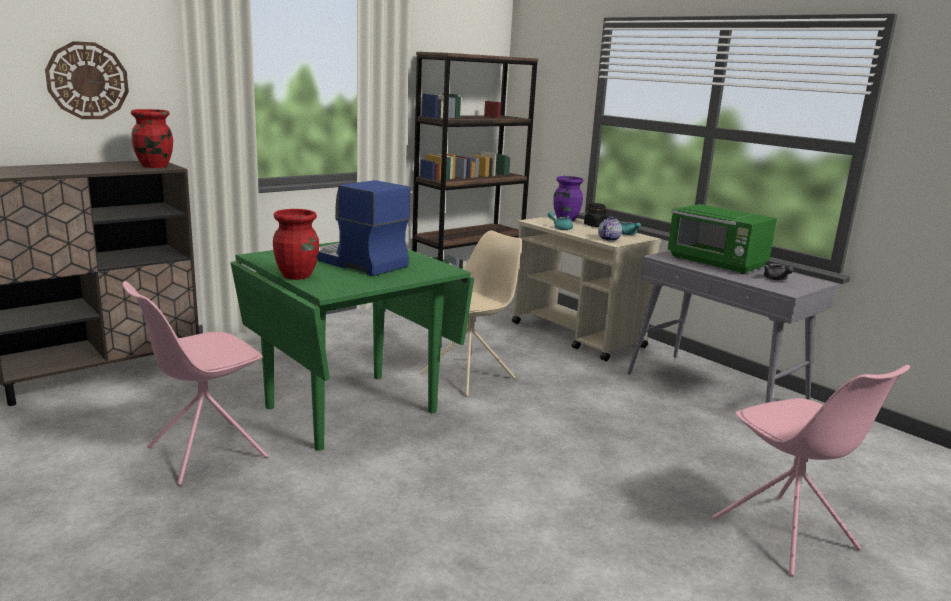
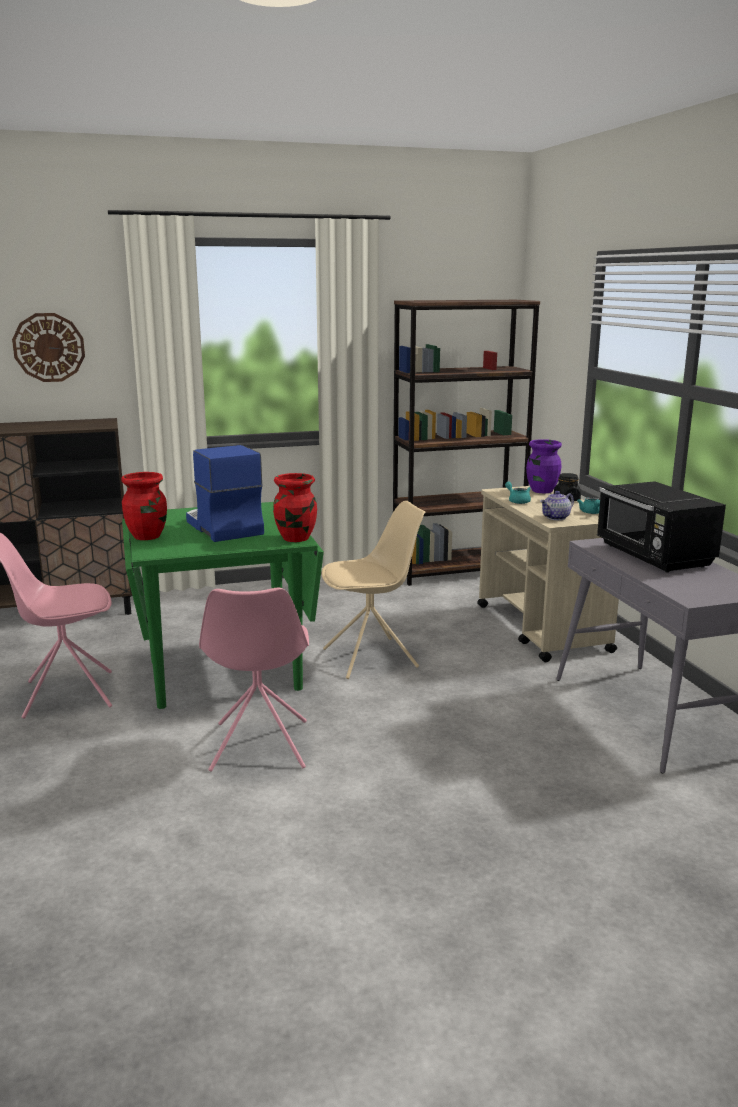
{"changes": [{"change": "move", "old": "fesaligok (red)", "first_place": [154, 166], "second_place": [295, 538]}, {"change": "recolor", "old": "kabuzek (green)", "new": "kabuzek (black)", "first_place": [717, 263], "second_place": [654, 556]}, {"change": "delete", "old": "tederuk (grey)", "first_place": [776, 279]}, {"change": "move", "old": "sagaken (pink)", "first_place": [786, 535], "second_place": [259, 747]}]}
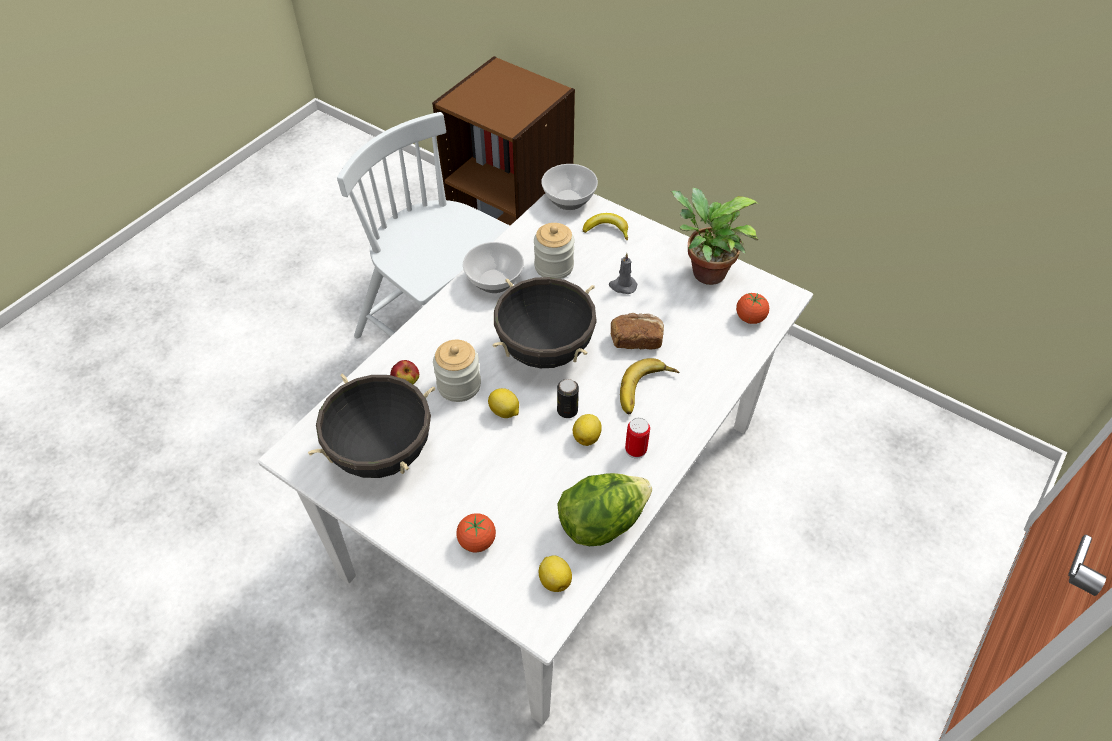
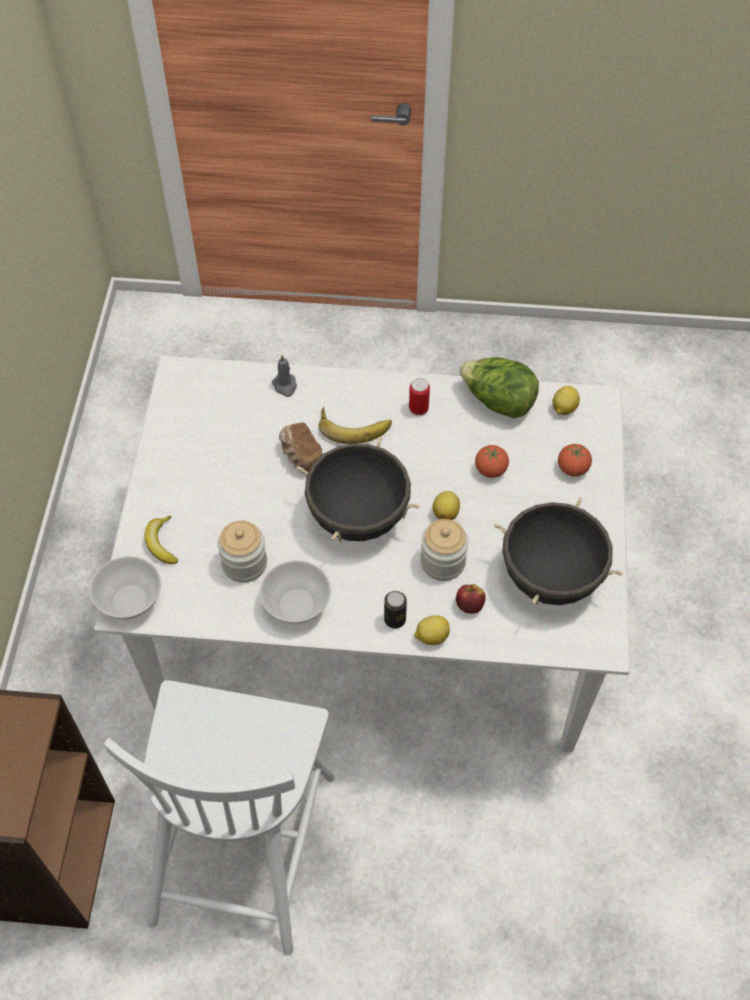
{"changes": [{"change": "delete", "old": "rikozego", "first_place": [704, 273]}, {"change": "move", "old": "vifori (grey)", "first_place": [622, 286], "second_place": [285, 386]}, {"change": "move", "old": "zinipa", "first_place": [750, 318], "second_place": [490, 470]}, {"change": "move", "old": "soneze", "first_place": [567, 410], "second_place": [395, 619]}, {"change": "move", "old": "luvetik", "first_place": [587, 437], "second_place": [431, 636]}]}
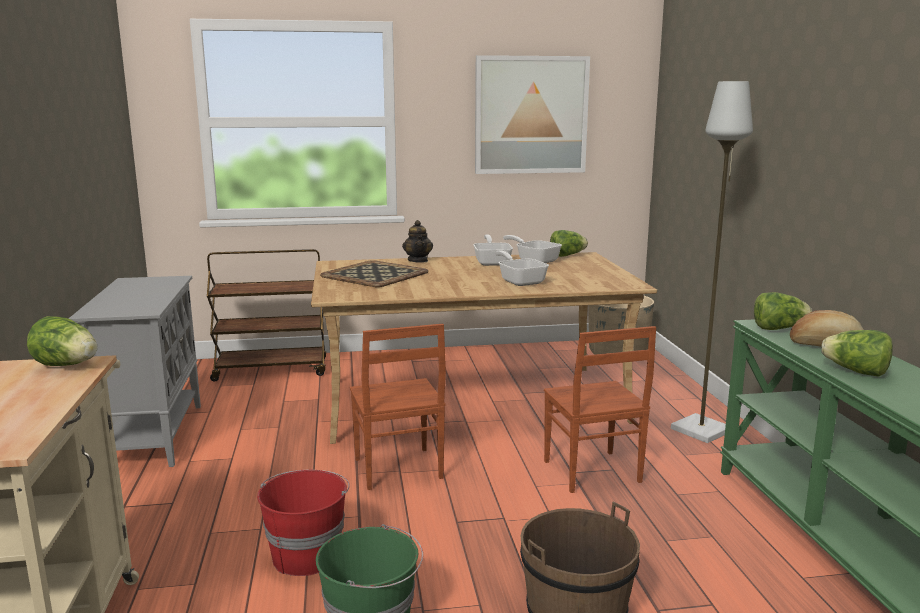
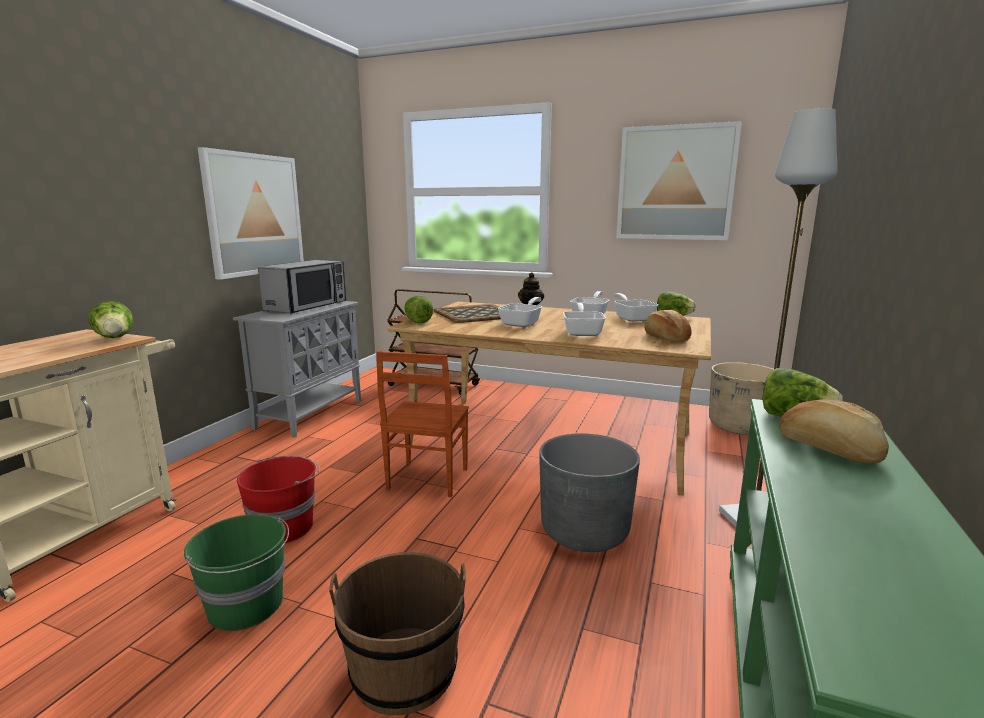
{"changes": [{"change": "replace", "old": "sagaken (brown)", "new": "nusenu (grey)", "first_place": [591, 472], "second_place": [584, 531]}, {"change": "move", "old": "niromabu", "first_place": [856, 372], "second_place": [417, 321]}, {"change": "insert", "new": "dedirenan", "second_place": [255, 214]}, {"change": "insert", "new": "kabuzek", "second_place": [307, 306]}, {"change": "insert", "new": "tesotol", "second_place": [523, 323]}, {"change": "insert", "new": "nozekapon", "second_place": [666, 338]}]}
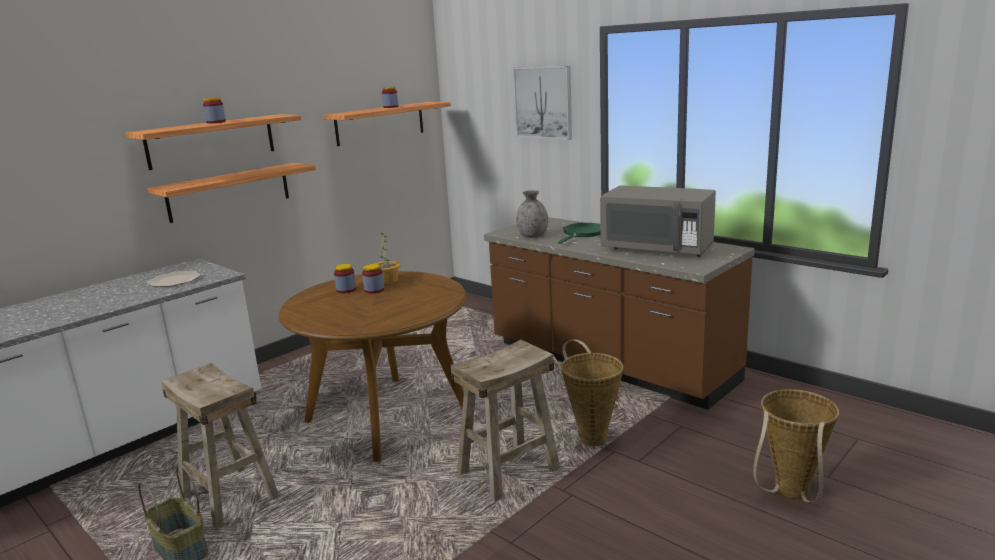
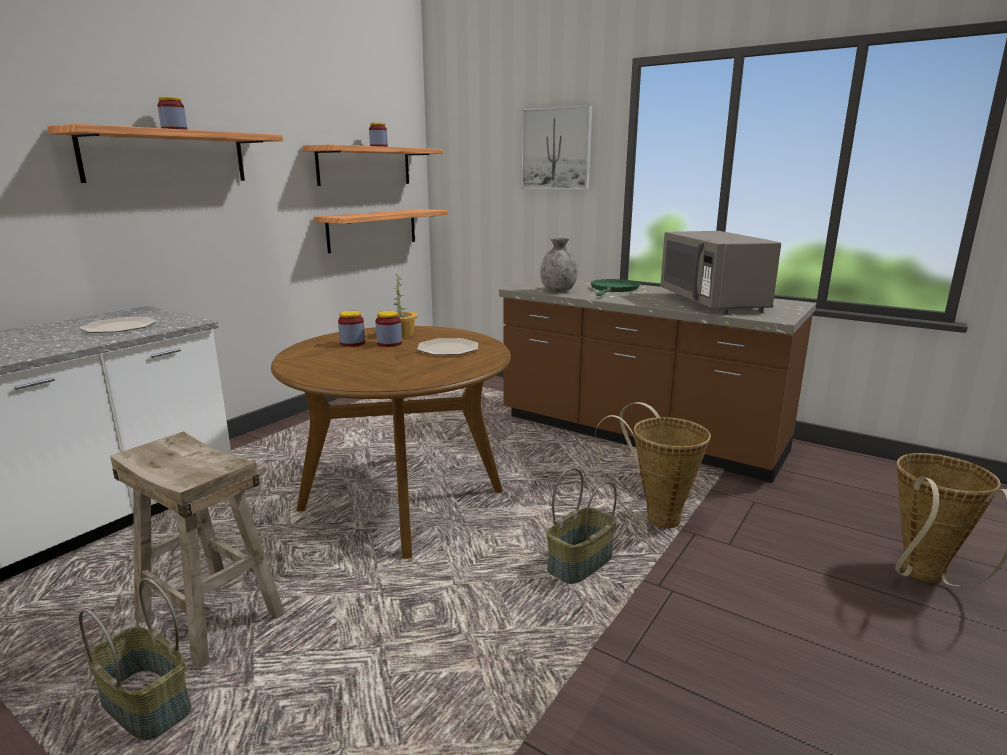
{"changes": [{"change": "move", "old": "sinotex", "first_place": [229, 192], "second_place": [373, 229]}, {"change": "rotate", "old": "kabuzek (grey)", "first_place": [657, 249], "second_place": [712, 302], "degrees": 60}, {"change": "replace", "old": "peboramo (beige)", "new": "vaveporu", "first_place": [508, 472], "second_place": [580, 564]}, {"change": "insert", "new": "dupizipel", "second_place": [447, 348]}]}
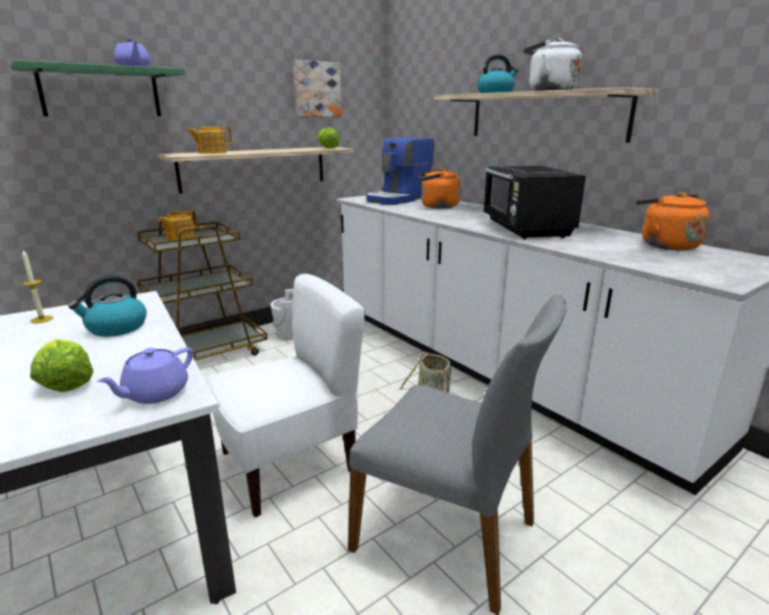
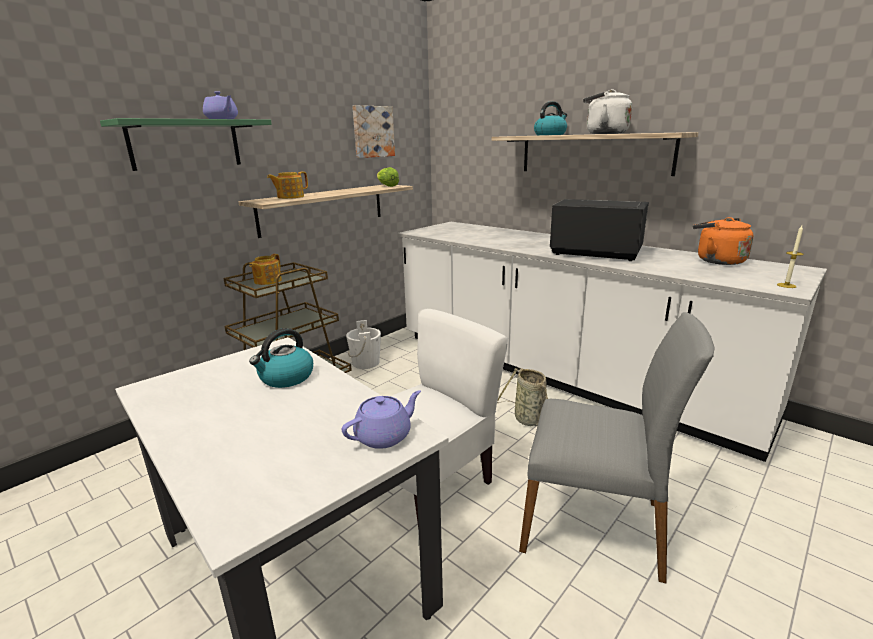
{"changes": [{"change": "delete", "old": "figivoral", "first_place": [399, 199]}, {"change": "rotate", "old": "kabuzek (black)", "first_place": [525, 229], "second_place": [594, 253], "degrees": 135}, {"change": "delete", "old": "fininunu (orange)", "first_place": [437, 206]}, {"change": "move", "old": "vifori", "first_place": [42, 319], "second_place": [786, 285]}, {"change": "delete", "old": "niromabu", "first_place": [65, 382]}, {"change": "rotate", "old": "tederuk (purple)", "first_place": [154, 393], "second_place": [384, 436], "degrees": -150}]}
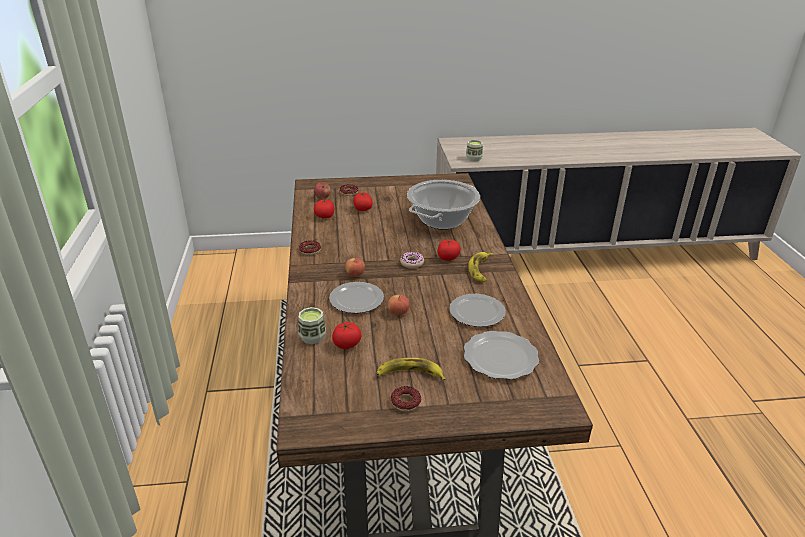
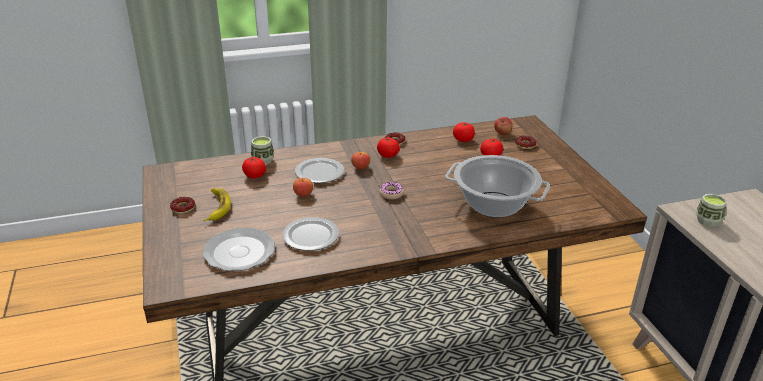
{"changes": [{"change": "move", "old": "zinipa", "first_place": [448, 258], "second_place": [387, 155]}, {"change": "delete", "old": "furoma", "first_place": [481, 270]}]}
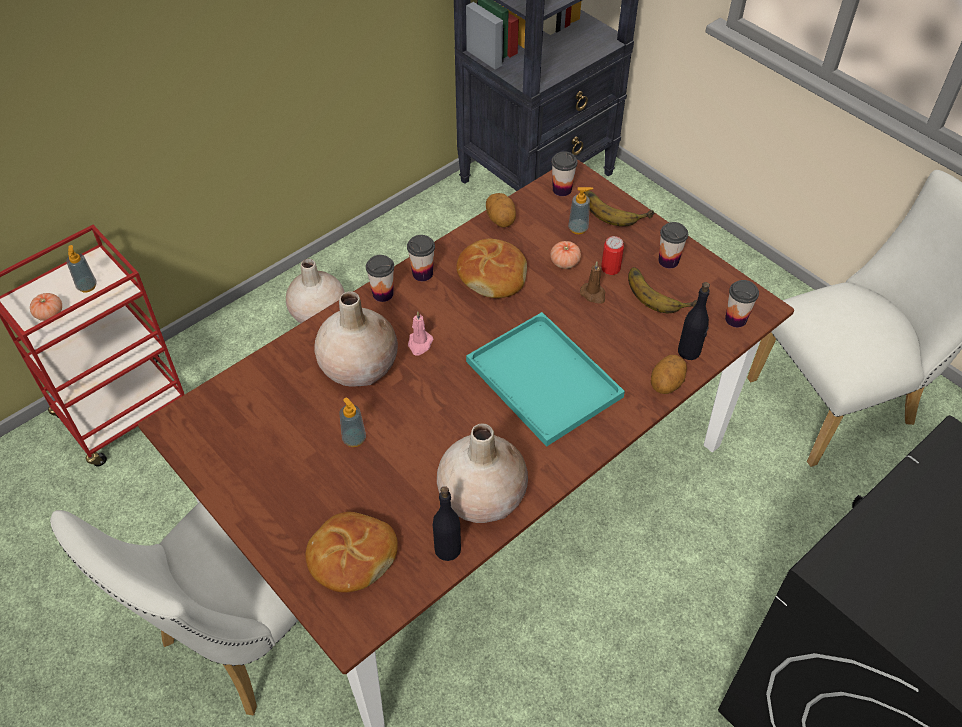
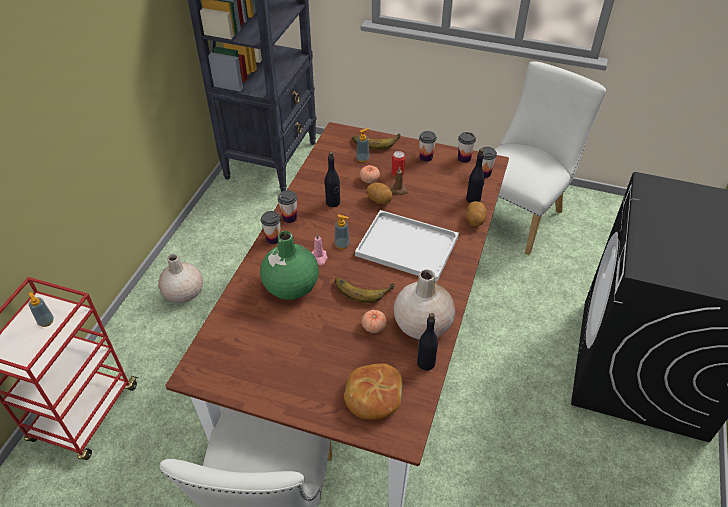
{"changes": [{"change": "move", "old": "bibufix", "first_place": [562, 189], "second_place": [464, 158]}, {"change": "move", "old": "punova", "first_place": [501, 220], "second_place": [379, 200]}, {"change": "replace", "old": "nozekapon", "new": "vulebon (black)", "first_place": [492, 275], "second_place": [333, 202]}, {"change": "move", "old": "furoma", "first_place": [660, 292], "second_place": [363, 287]}, {"change": "recolor", "old": "fesaligok (beige)", "new": "fesaligok (green)", "first_place": [359, 366], "second_place": [291, 286]}, {"change": "move", "old": "zinipa", "first_place": [49, 314], "second_place": [374, 326]}, {"change": "recolor", "old": "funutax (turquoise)", "new": "funutax (white)", "first_place": [540, 378], "second_place": [405, 246]}, {"change": "move", "old": "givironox", "first_place": [354, 439], "second_place": [342, 245]}]}
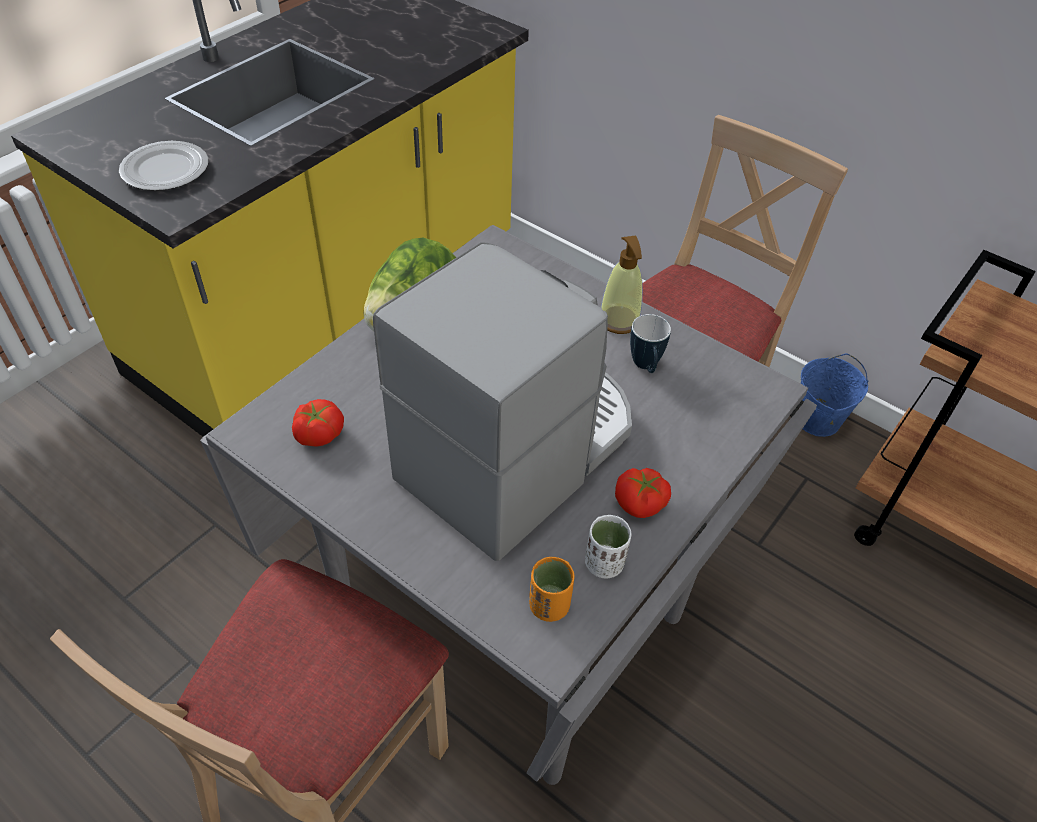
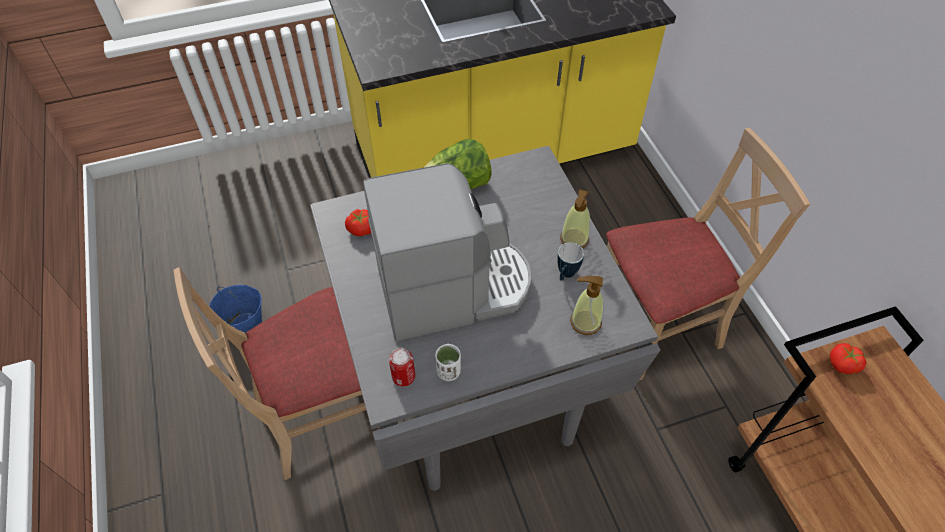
{"changes": [{"change": "delete", "old": "dupizipel", "first_place": [166, 170]}, {"change": "move", "old": "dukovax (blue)", "first_place": [817, 420], "second_place": [244, 328]}, {"change": "move", "old": "zinipa", "first_place": [640, 503], "second_place": [842, 364]}, {"change": "replace", "old": "bibufix (orange)", "new": "soneze", "first_place": [549, 606], "second_place": [403, 377]}, {"change": "insert", "new": "givironox", "second_place": [585, 322]}]}
